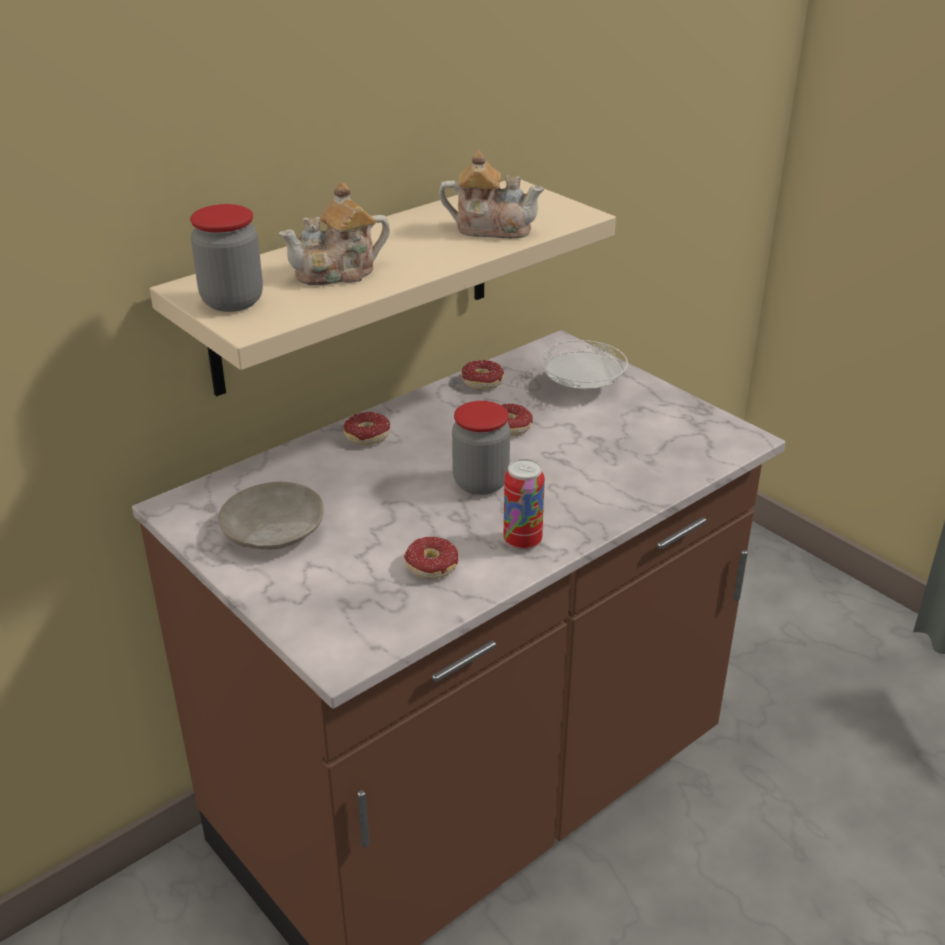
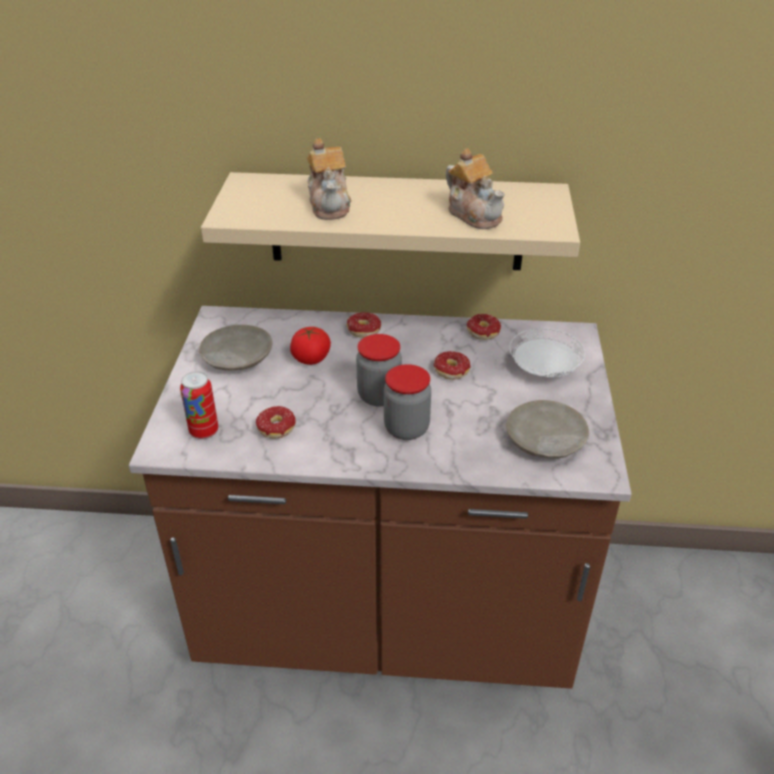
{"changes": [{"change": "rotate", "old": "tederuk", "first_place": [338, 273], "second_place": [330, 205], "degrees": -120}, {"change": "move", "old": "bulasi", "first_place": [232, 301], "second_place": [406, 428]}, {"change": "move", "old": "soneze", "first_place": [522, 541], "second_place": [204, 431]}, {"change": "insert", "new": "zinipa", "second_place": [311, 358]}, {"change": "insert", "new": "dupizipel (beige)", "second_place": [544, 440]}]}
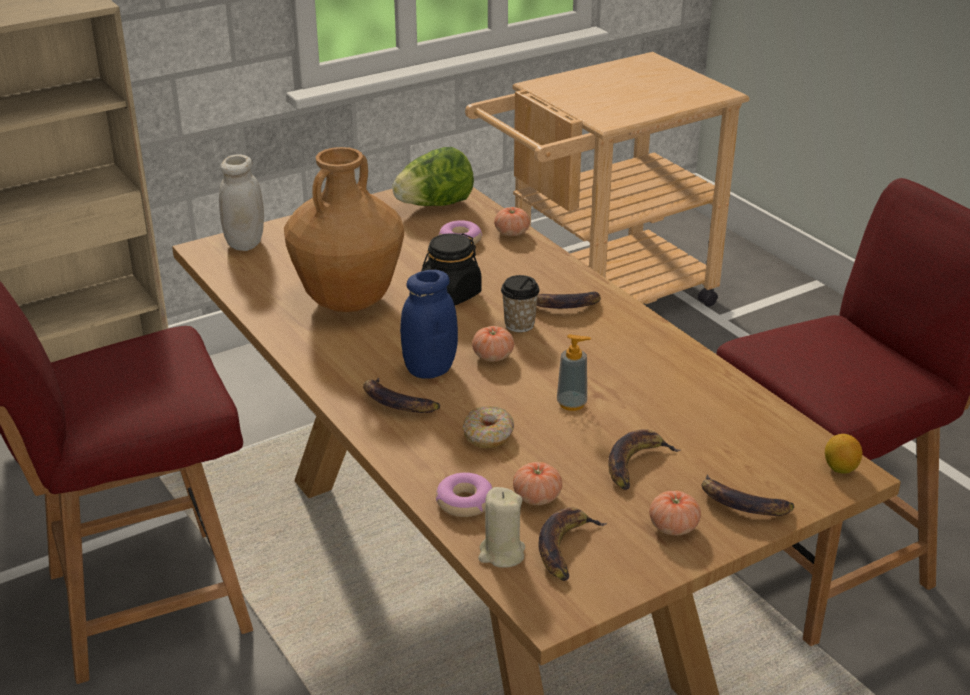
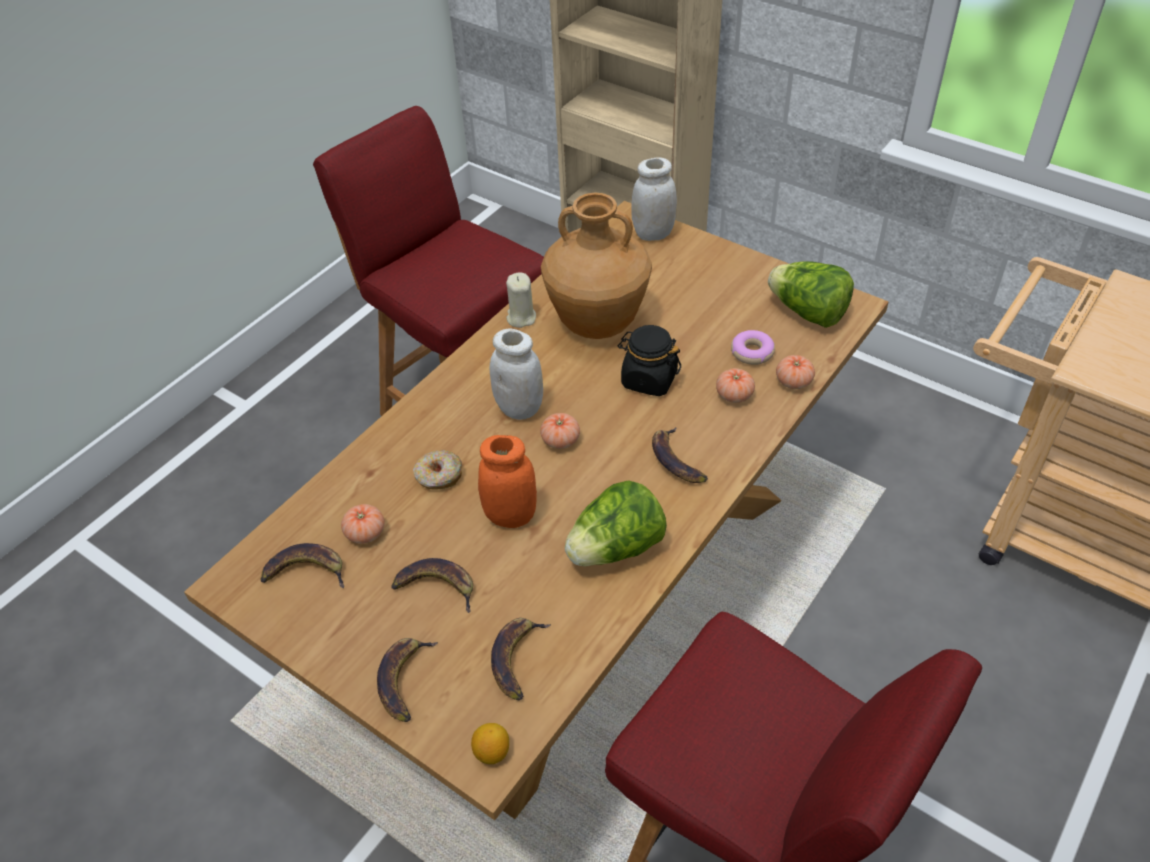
{"changes": [{"change": "recolor", "old": "bulasi (blue)", "new": "bulasi (white)", "first_place": [429, 369], "second_place": [519, 408]}, {"change": "delete", "old": "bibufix", "first_place": [519, 325]}, {"change": "replace", "old": "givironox", "new": "bulasi (orange)", "first_place": [572, 403], "second_place": [510, 515]}, {"change": "move", "old": "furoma", "first_place": [397, 403], "second_place": [517, 659]}, {"change": "delete", "old": "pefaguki", "first_place": [465, 502]}, {"change": "move", "old": "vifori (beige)", "first_place": [501, 553], "second_place": [521, 317]}, {"change": "move", "old": "zinipa", "first_place": [673, 527], "second_place": [734, 395]}, {"change": "insert", "new": "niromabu", "second_place": [616, 548]}]}
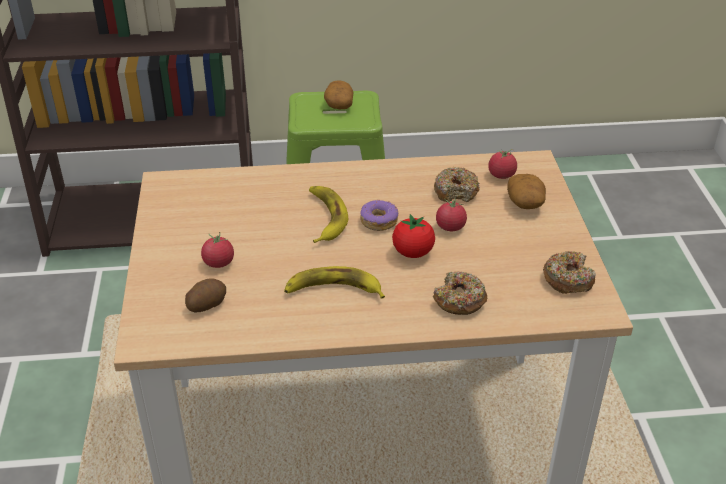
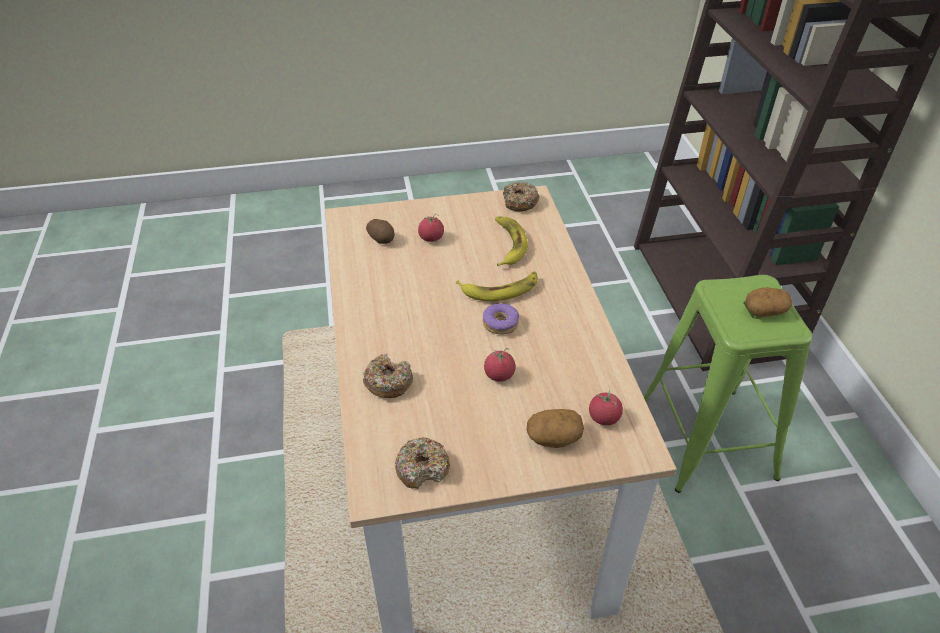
{"changes": [{"change": "move", "old": "pefaguki", "first_place": [456, 192], "second_place": [519, 202]}, {"change": "delete", "old": "zinipa", "first_place": [413, 252]}, {"change": "move", "old": "furoma", "first_place": [333, 290], "second_place": [507, 244]}]}
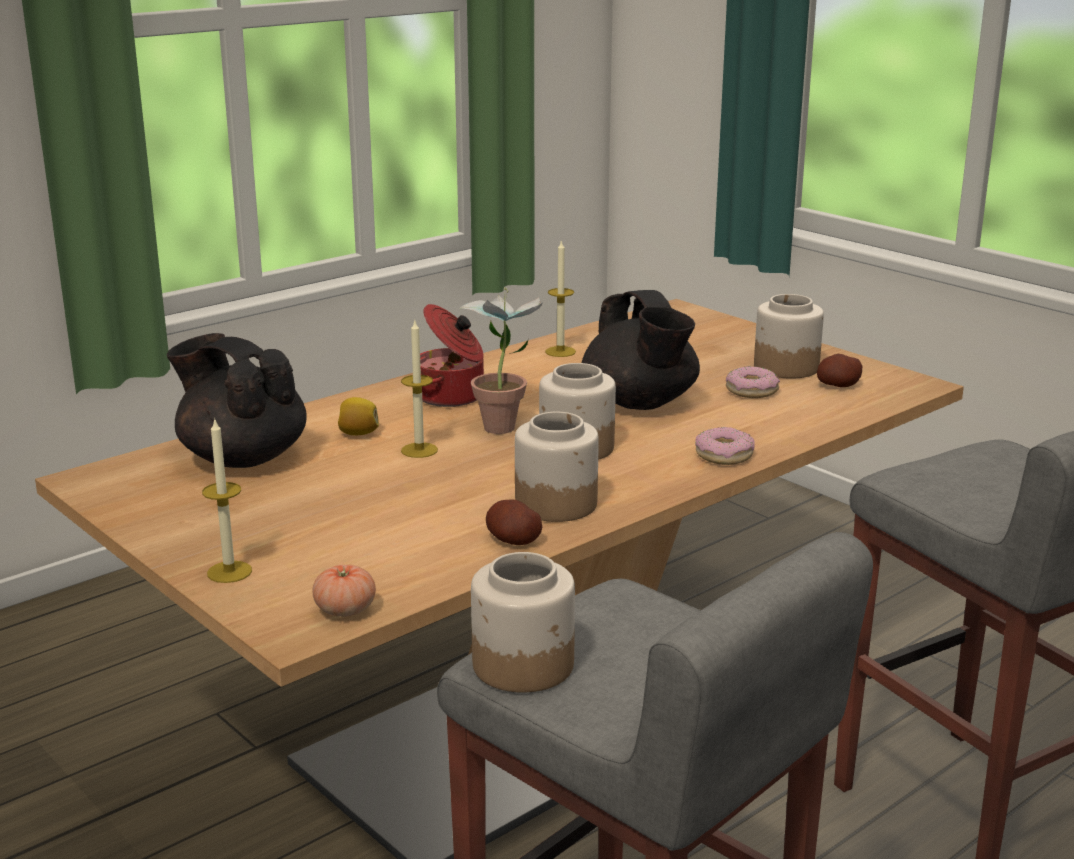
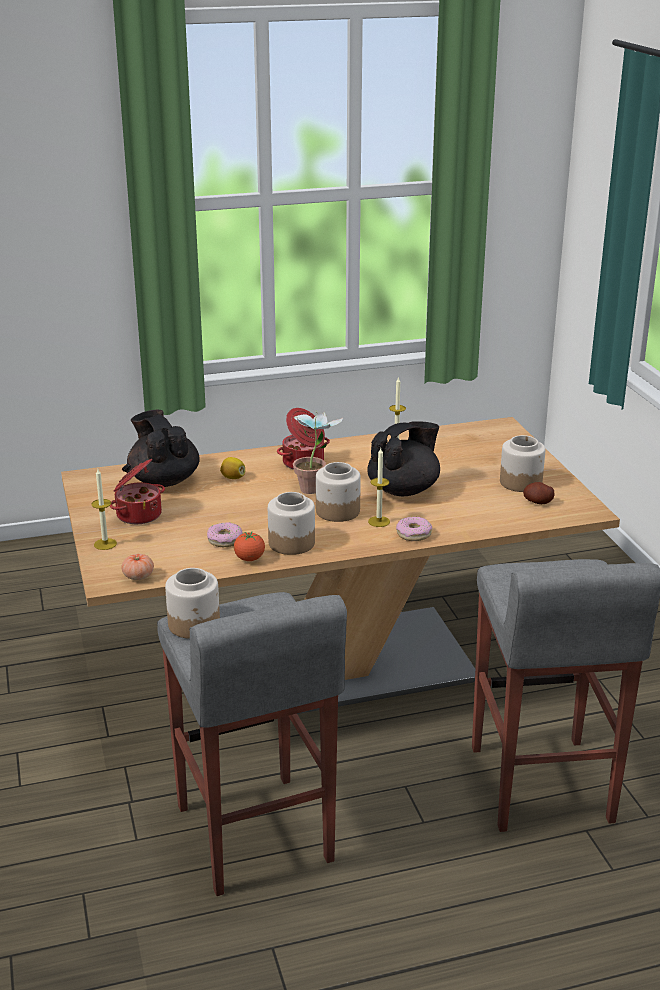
{"changes": [{"change": "rotate", "old": "tederuk (black)", "first_place": [640, 403], "second_place": [404, 490], "degrees": -135}, {"change": "move", "old": "vifori", "first_place": [419, 450], "second_place": [379, 521]}, {"change": "move", "old": "pefaguki", "first_place": [752, 391], "second_place": [225, 540]}, {"change": "replace", "old": "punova", "new": "zinipa", "first_place": [513, 540], "second_place": [249, 559]}, {"change": "insert", "new": "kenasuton", "second_place": [138, 514]}]}
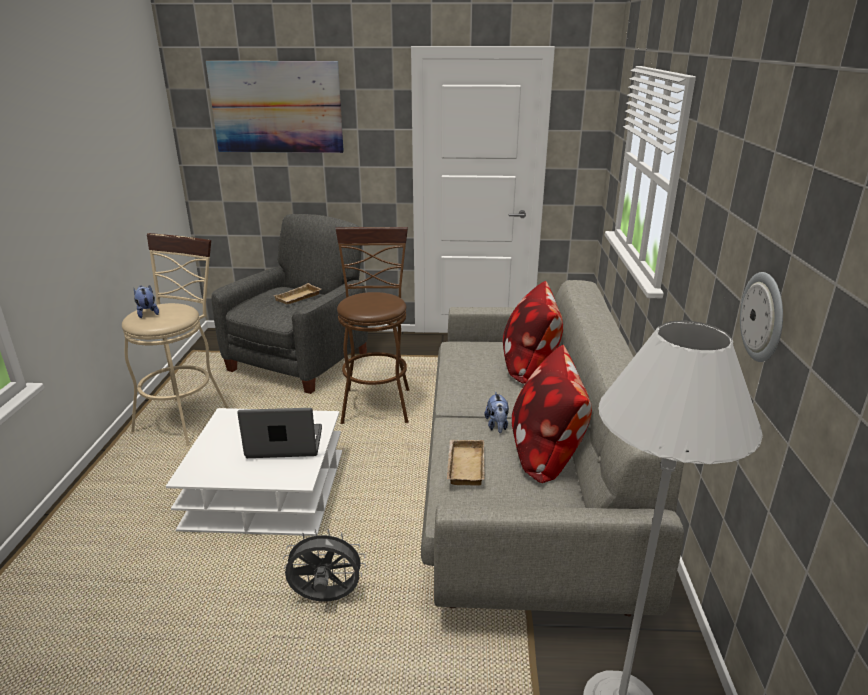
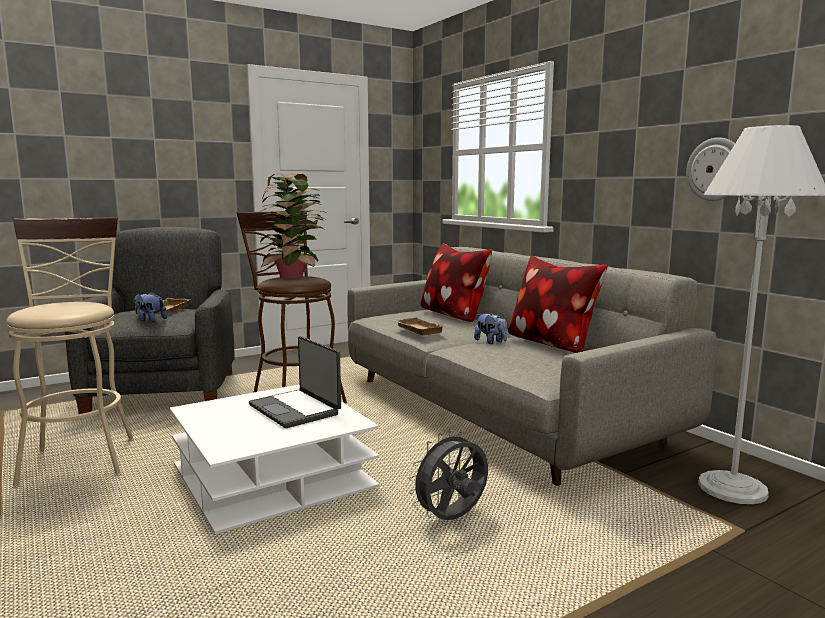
{"changes": [{"change": "delete", "old": "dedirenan", "first_place": [277, 107]}, {"change": "move", "old": "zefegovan", "first_place": [147, 313], "second_place": [150, 320]}, {"change": "rotate", "old": "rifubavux", "first_place": [284, 444], "second_place": [296, 409], "degrees": -90}, {"change": "move", "old": "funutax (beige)", "first_place": [464, 465], "second_place": [417, 330]}, {"change": "insert", "new": "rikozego", "second_place": [293, 276]}]}
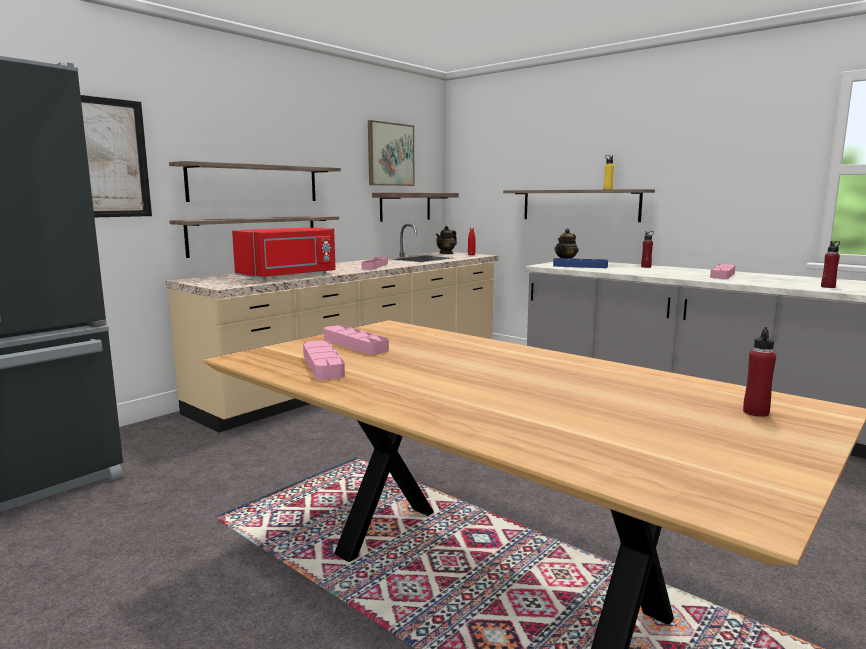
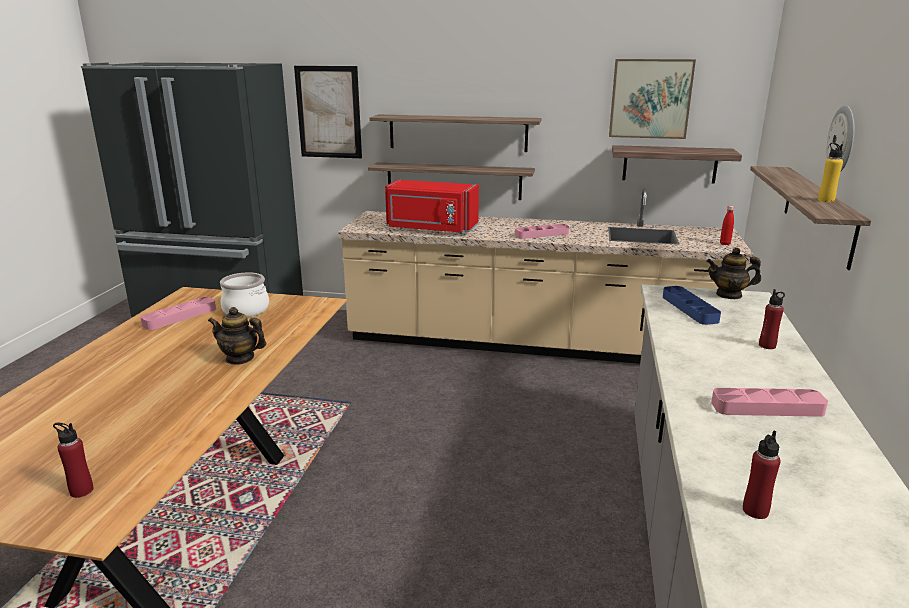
{"changes": [{"change": "move", "old": "tederuk", "first_place": [446, 253], "second_place": [240, 358]}, {"change": "replace", "old": "funutax (pink)", "new": "kenasuton", "first_place": [355, 344], "second_place": [245, 310]}, {"change": "insert", "new": "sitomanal", "second_place": [842, 140]}]}
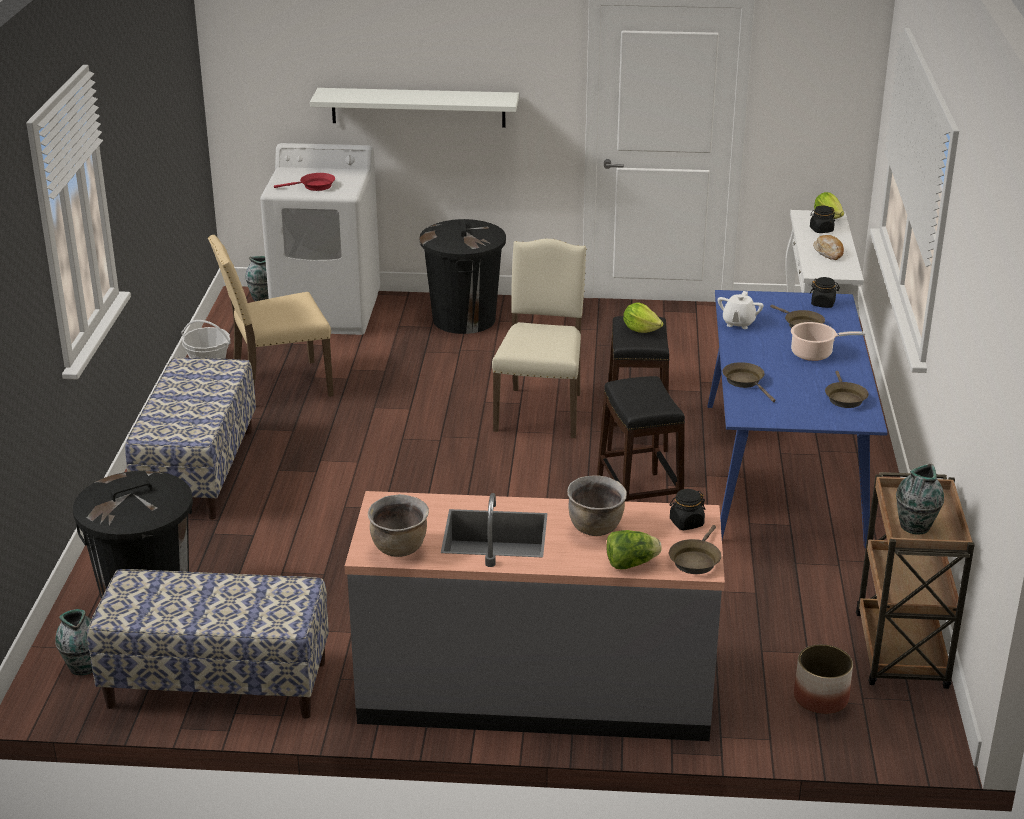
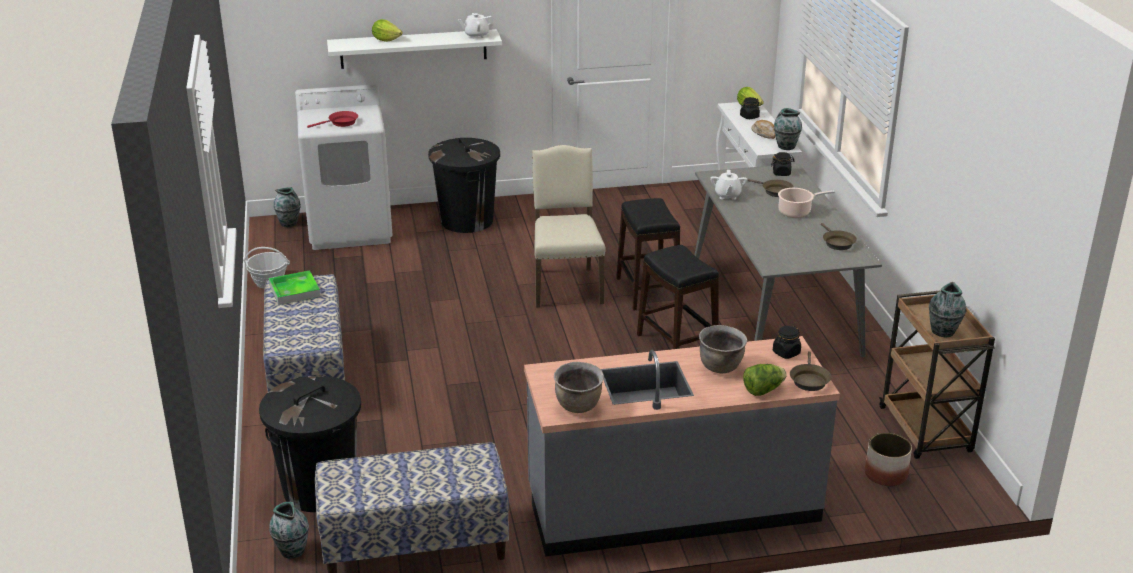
{"changes": [{"change": "delete", "old": "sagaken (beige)", "first_place": [278, 386]}, {"change": "recolor", "old": "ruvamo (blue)", "new": "ruvamo (grey)", "first_place": [782, 471], "second_place": [773, 308]}, {"change": "move", "old": "niromabu", "first_place": [641, 329], "second_place": [386, 40]}, {"change": "delete", "old": "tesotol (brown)", "first_place": [745, 382]}, {"change": "insert", "new": "tederuk (white)", "second_place": [476, 35]}, {"change": "insert", "new": "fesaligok", "second_place": [785, 146]}, {"change": "insert", "new": "funutax", "second_place": [294, 291]}]}
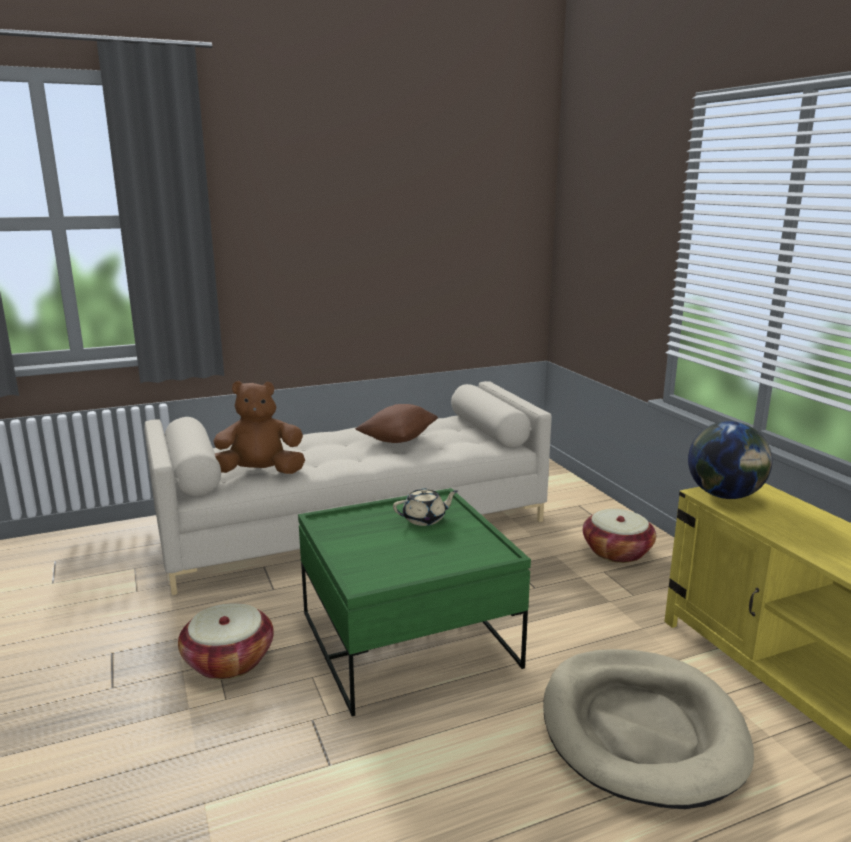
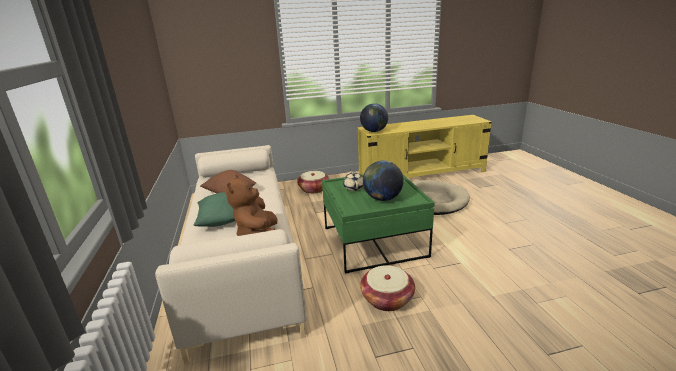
{"changes": [{"change": "insert", "new": "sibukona", "second_place": [382, 198]}, {"change": "insert", "new": "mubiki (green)", "second_place": [221, 220]}]}
